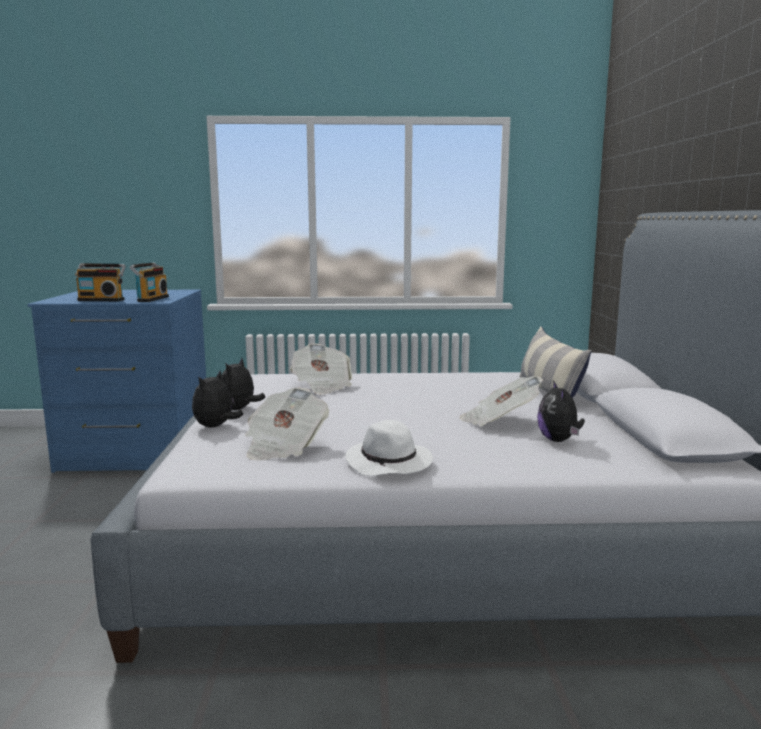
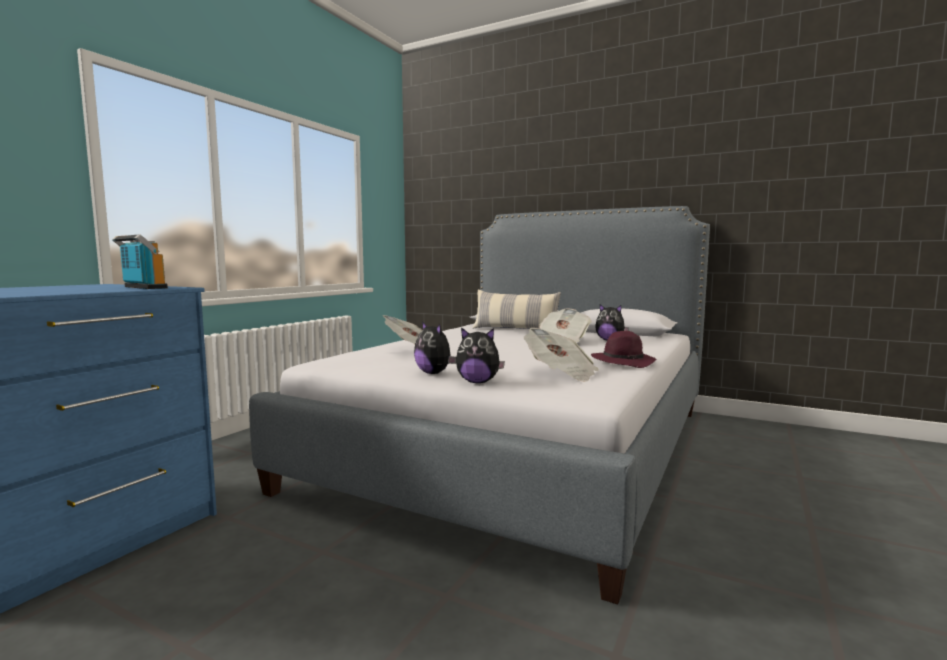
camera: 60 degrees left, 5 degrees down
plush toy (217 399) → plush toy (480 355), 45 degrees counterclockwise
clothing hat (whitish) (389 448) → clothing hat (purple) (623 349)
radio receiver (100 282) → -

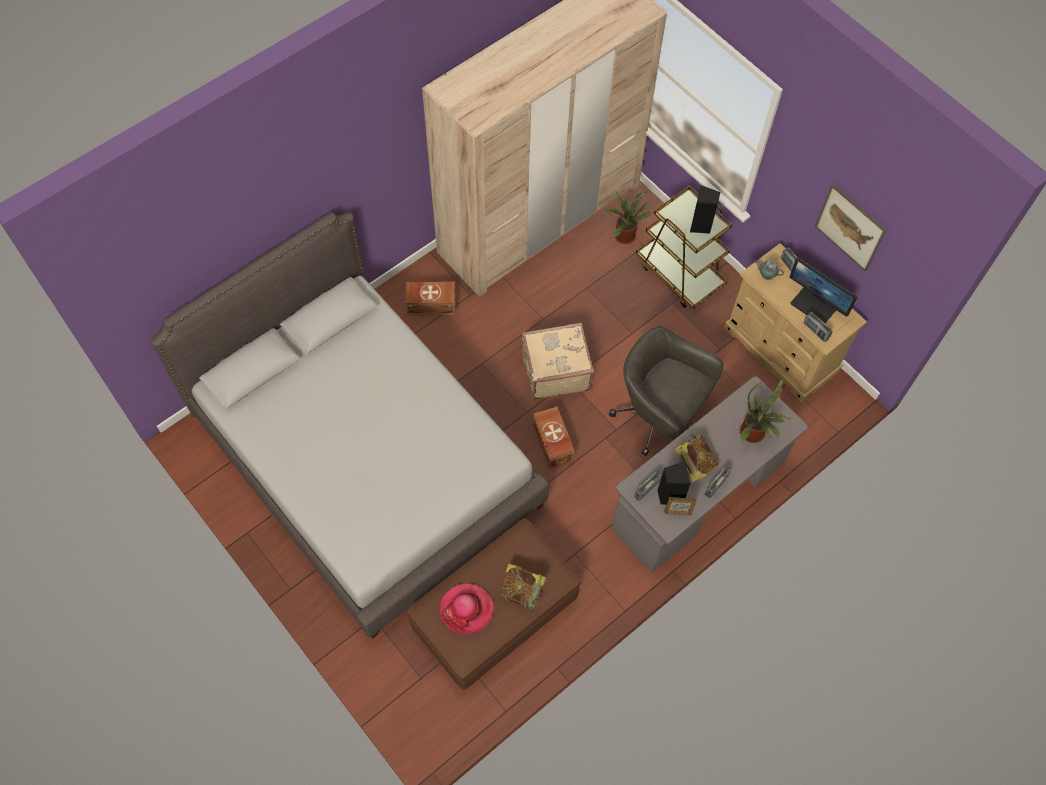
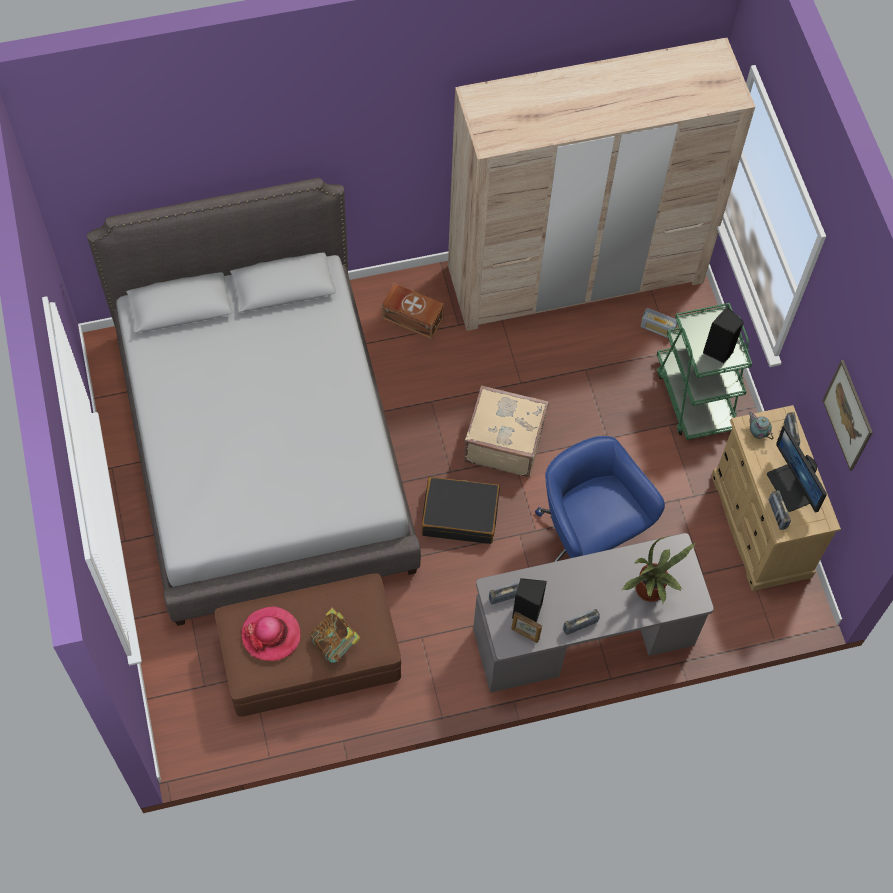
camera: 25 degrees right, 0 degrees up
storage container (brown) (554 438) → suitcase (blackish) (460 510)
computer chair (greyish) (666 391) → computer chair (blue) (600 499)
potted plant (627 215) → radio receiver (659 323)
cart (brown) (684 247) → cart (green) (704 371)
volume (696 458) → -

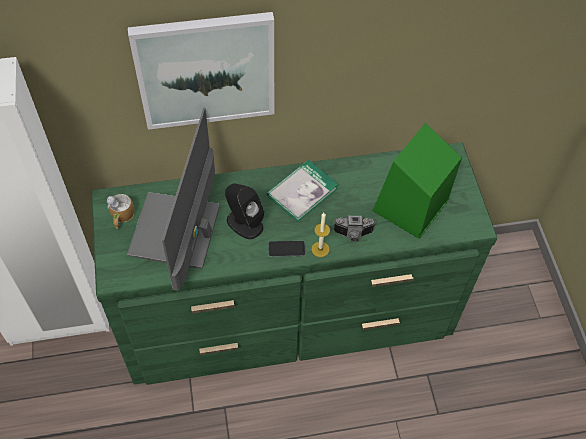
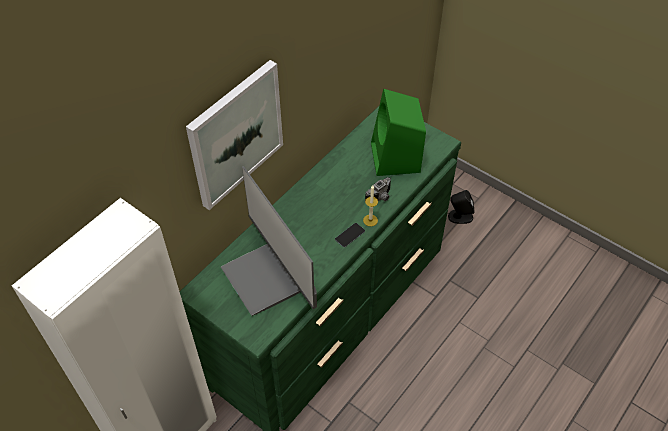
camera: 40 degrees left, 5 degrees down
speaker (blackish) (244 211) → speaker (blackish) (461 207), move
coffee mug (120 211) → -
volume (303 191) → -

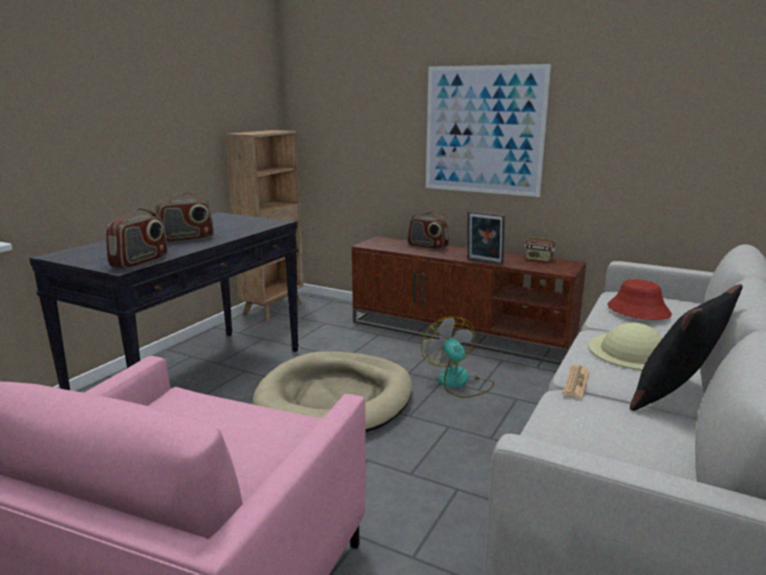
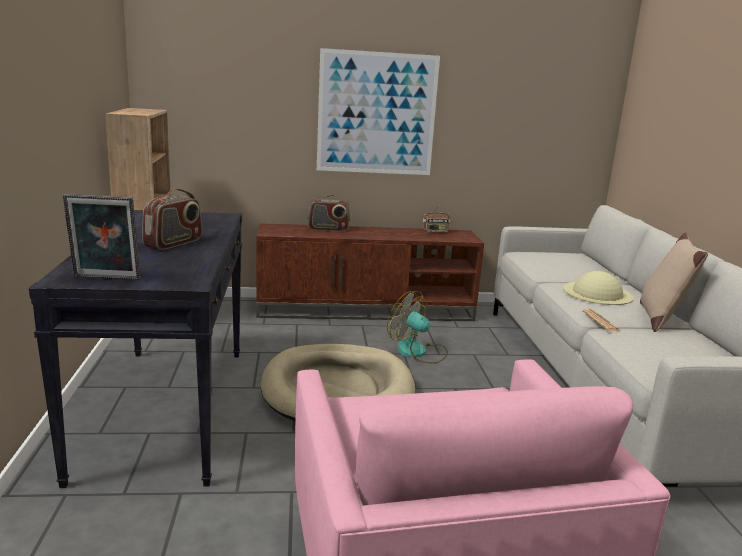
camera: 35 degrees left, 0 degrees up
photo frame (486 237) → photo frame (101 237), move
pillow (blackish) (686 347) → pillow (beige-coloured) (674 282)
radio receiver (137 238) → -
clothing hat (red-coloured) (639 299) → -

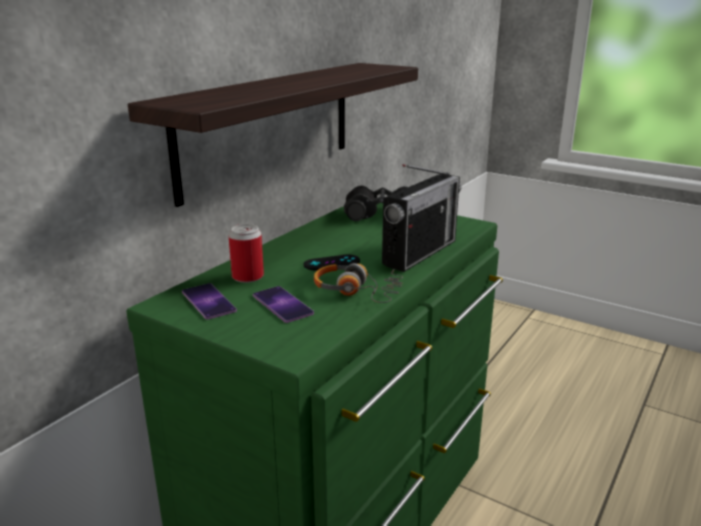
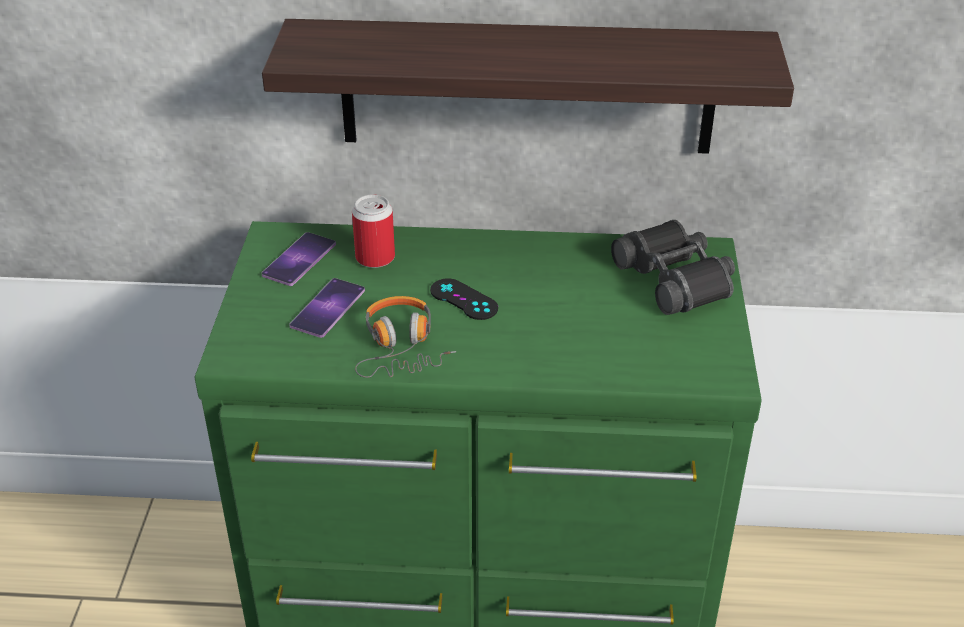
camera: 60 degrees right, 15 degrees up
radio receiver (422 218) → -

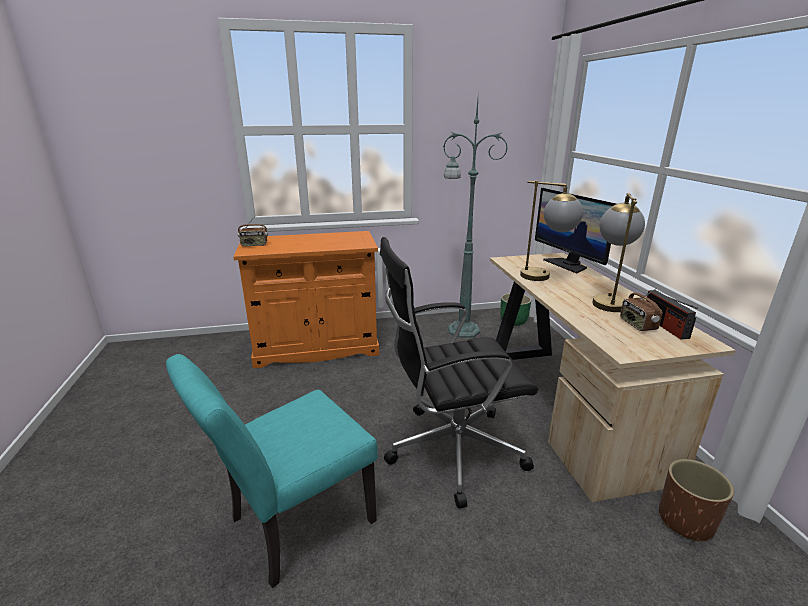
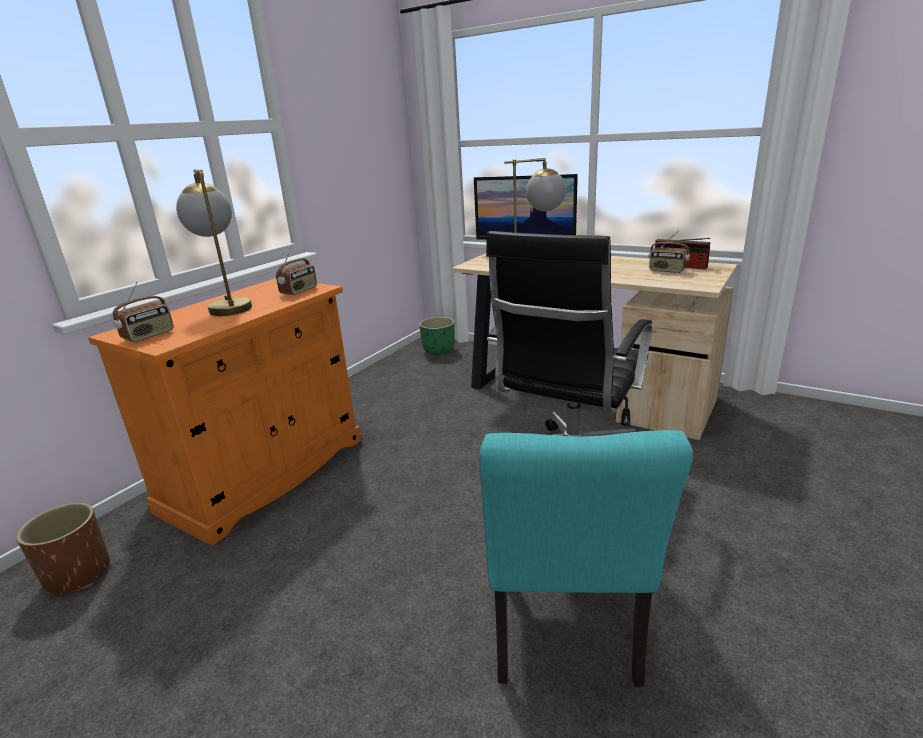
camera: 45 degrees left, 0 degrees up
planter (brown) (696 500) → planter (brown) (63 548), move
lamp for a table (618 252) → lamp for a table (214 242), move
- → radio receiver (296 270)
standing lamp (green) (475 218) → -

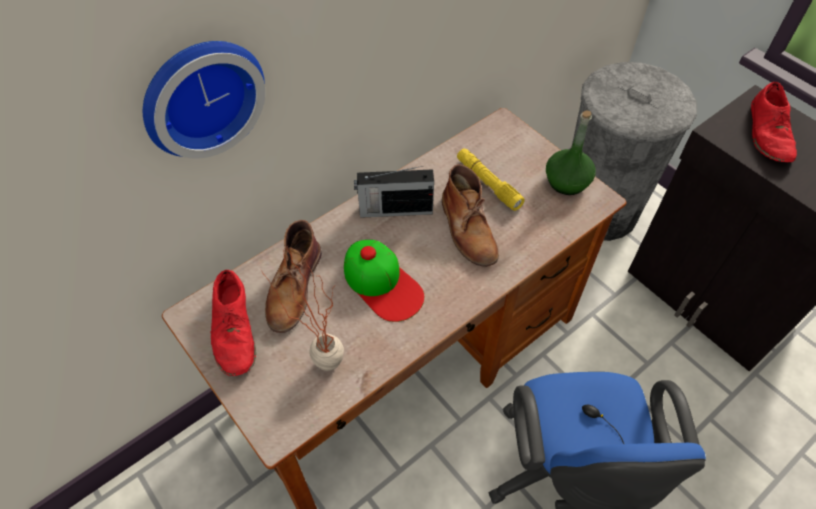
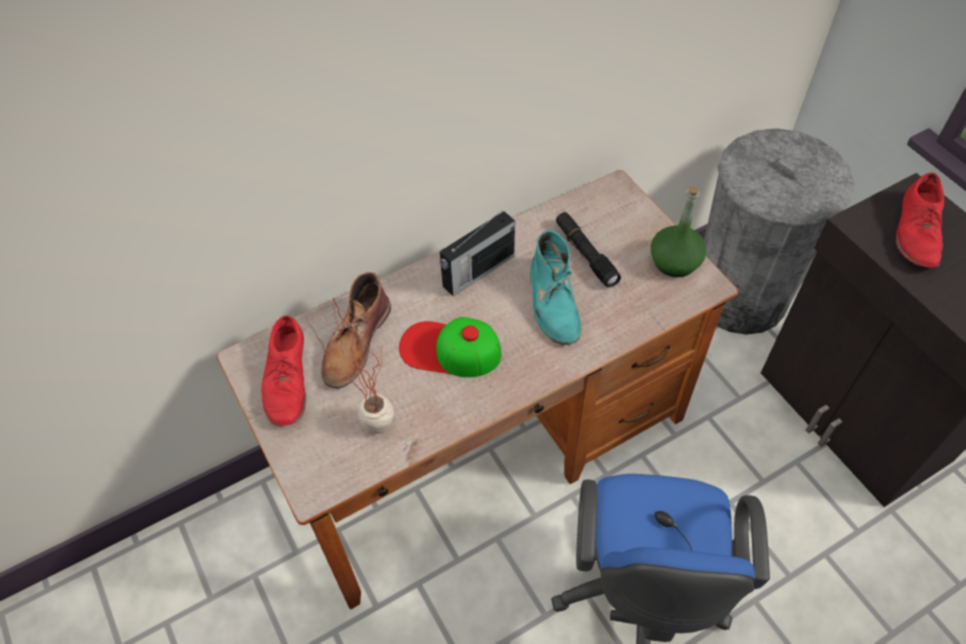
camera: 10 degrees right, 0 degrees up
peaked cap (384 281) → peaked cap (450 347), 135 degrees clockwise
radio receiver (394 192) → radio receiver (477 253), 45 degrees counterclockwise
boot (brown) (470 215) → boot (blue-green) (555 287)
flashlight (yellowish) (491 179) → flashlight (blackish) (588 250)
hanging clock (204 100) → -

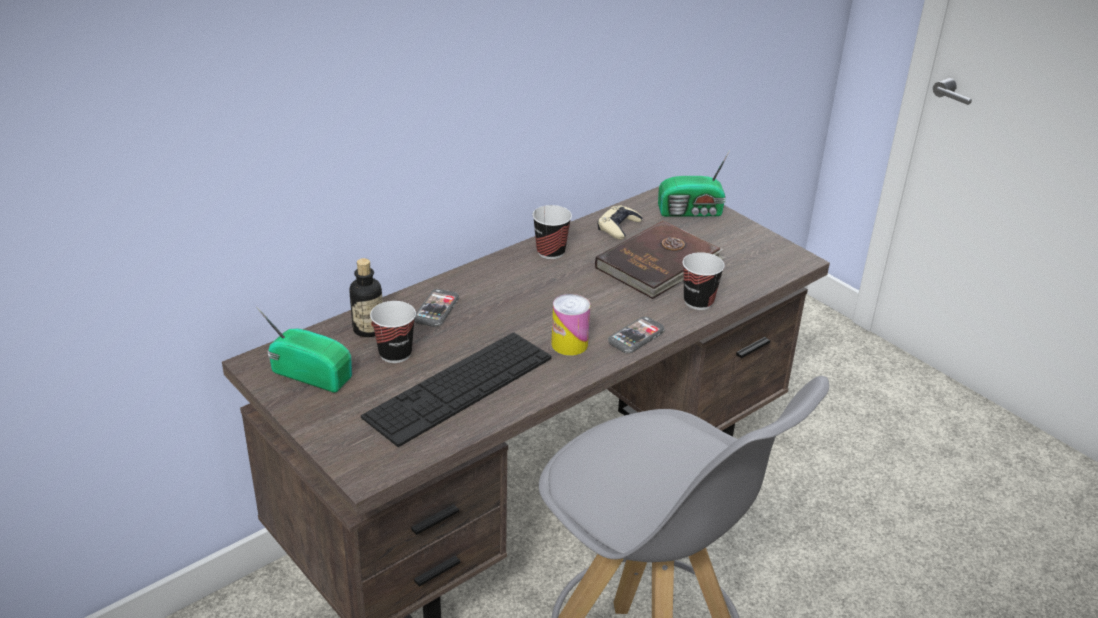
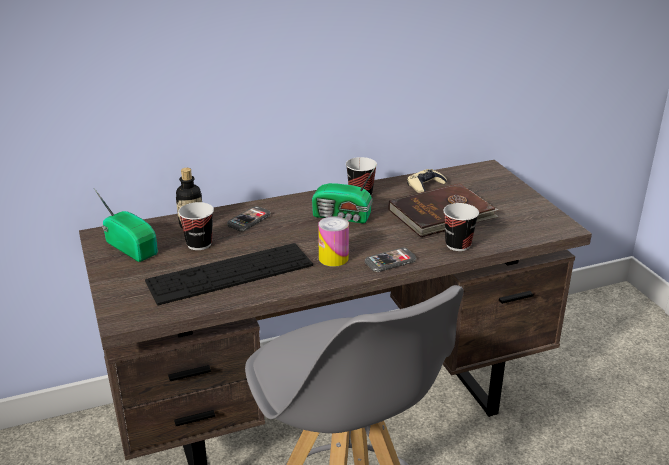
camera: 20 degrees right, 5 degrees down
radio receiver (694 183) → radio receiver (344 194), move

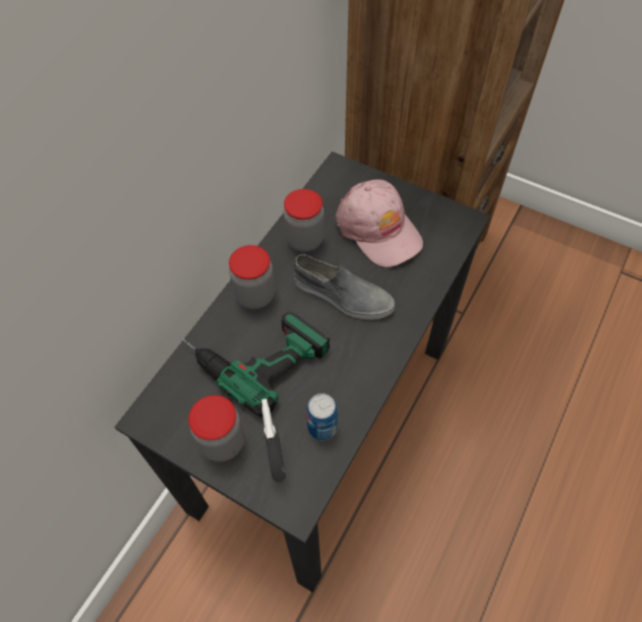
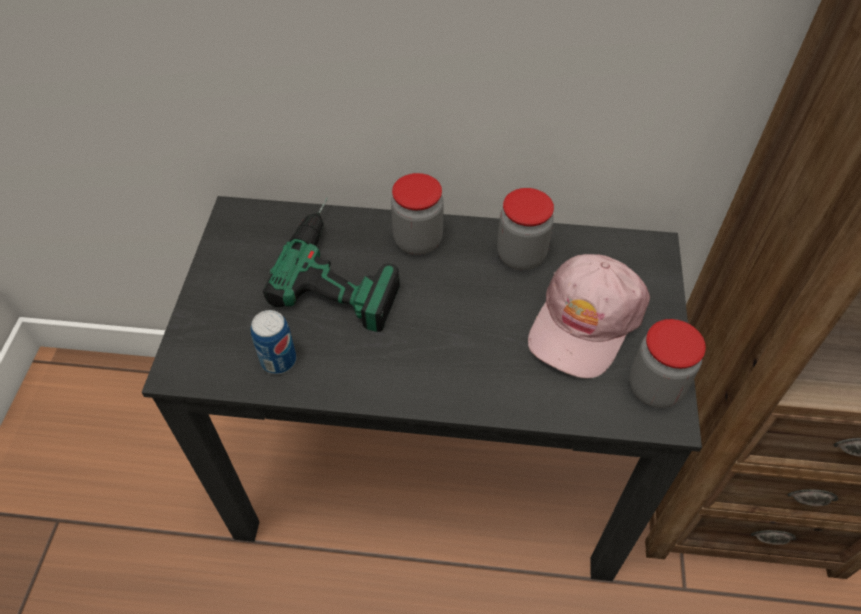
camera: 65 degrees right, 5 degrees down
storage jar (216 428) → storage jar (667 363), move
hand sprayer (greyish) (274 440) → -
low shoe (greyish) (344 287) → -

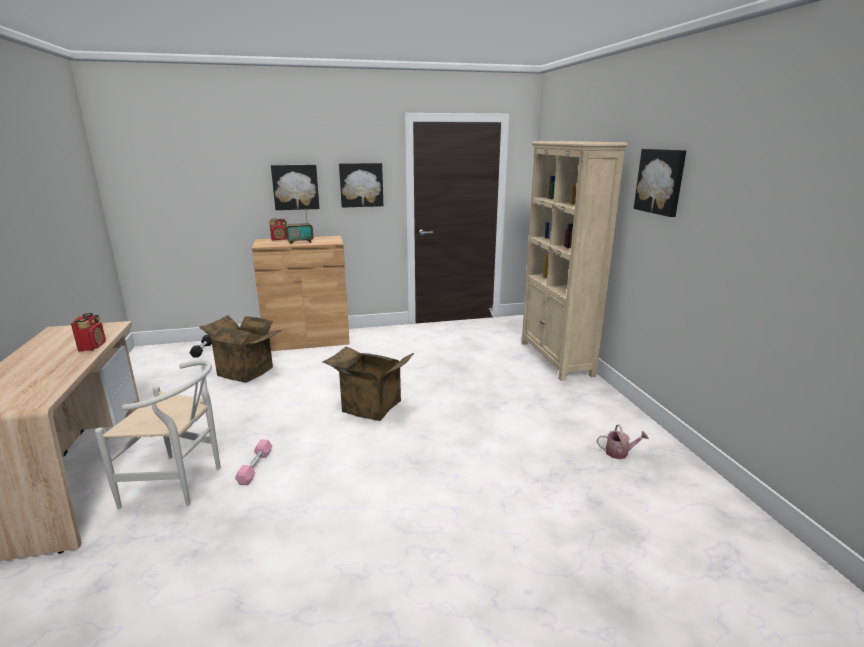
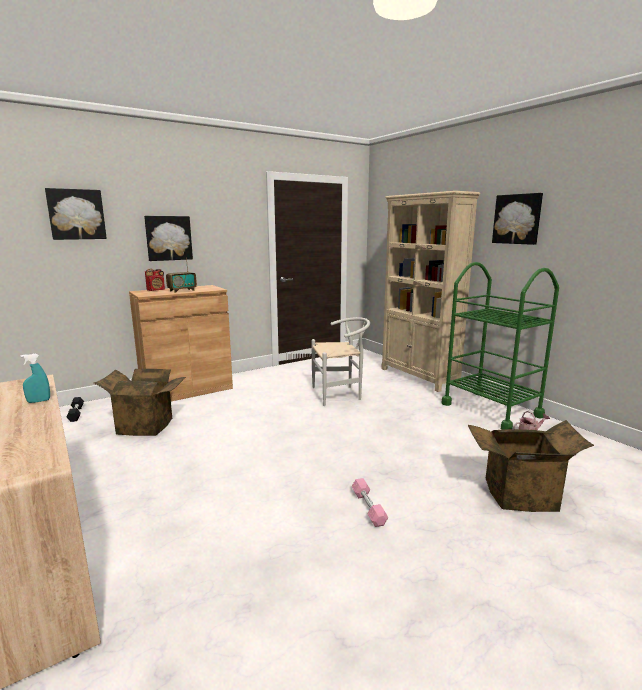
camera: 20 degrees left, 5 degrees down
radio receiver (88 332) → hand sprayer (blue-green) (35 378)
wall art (361 185) → wall art (76 214), move
plain chair (whitish) (158 434) → plain chair (whitish) (340 361), move
dumbbell (pinkish) (254 462) → dumbbell (pinkish) (370 502), move
- → cart (green) (500 346)
carton (368 384) → carton (531 466), move

